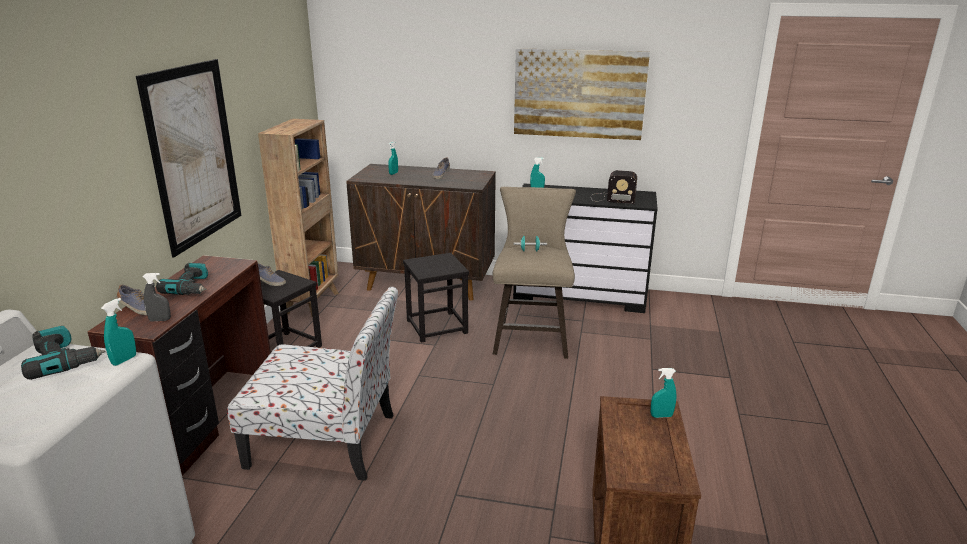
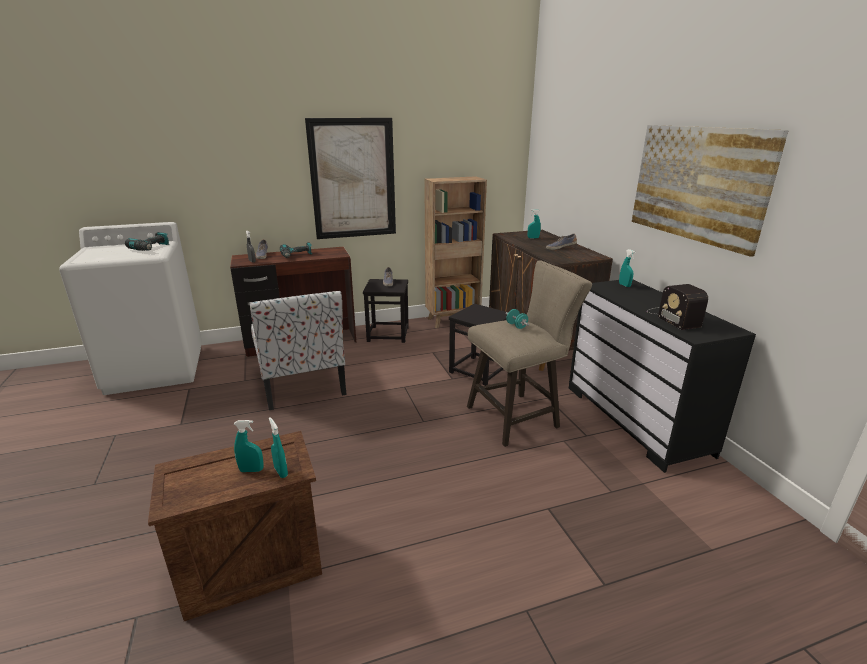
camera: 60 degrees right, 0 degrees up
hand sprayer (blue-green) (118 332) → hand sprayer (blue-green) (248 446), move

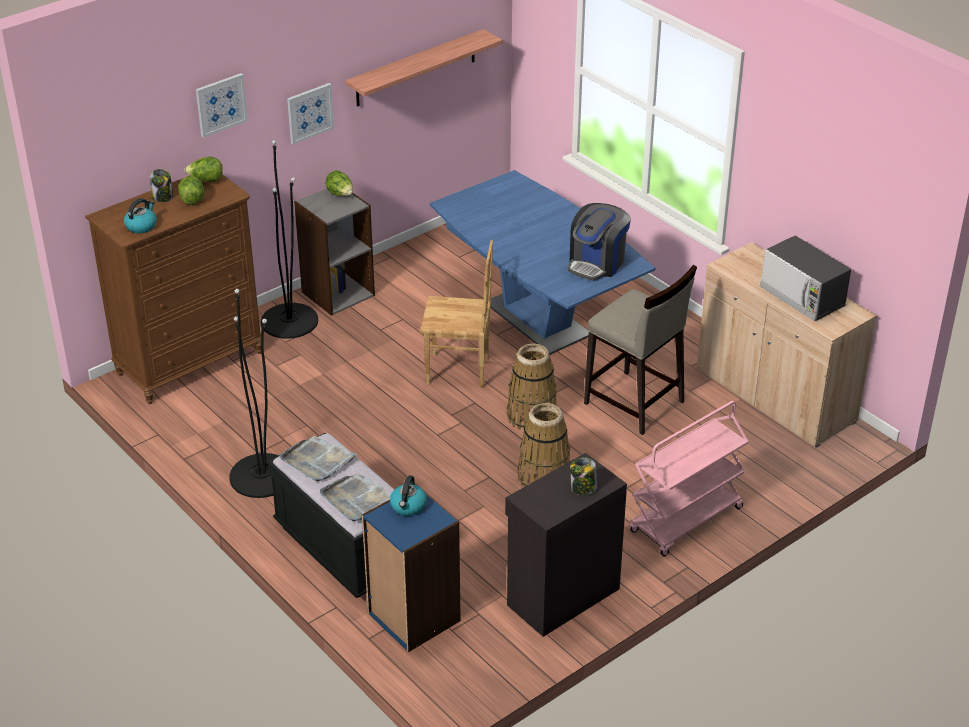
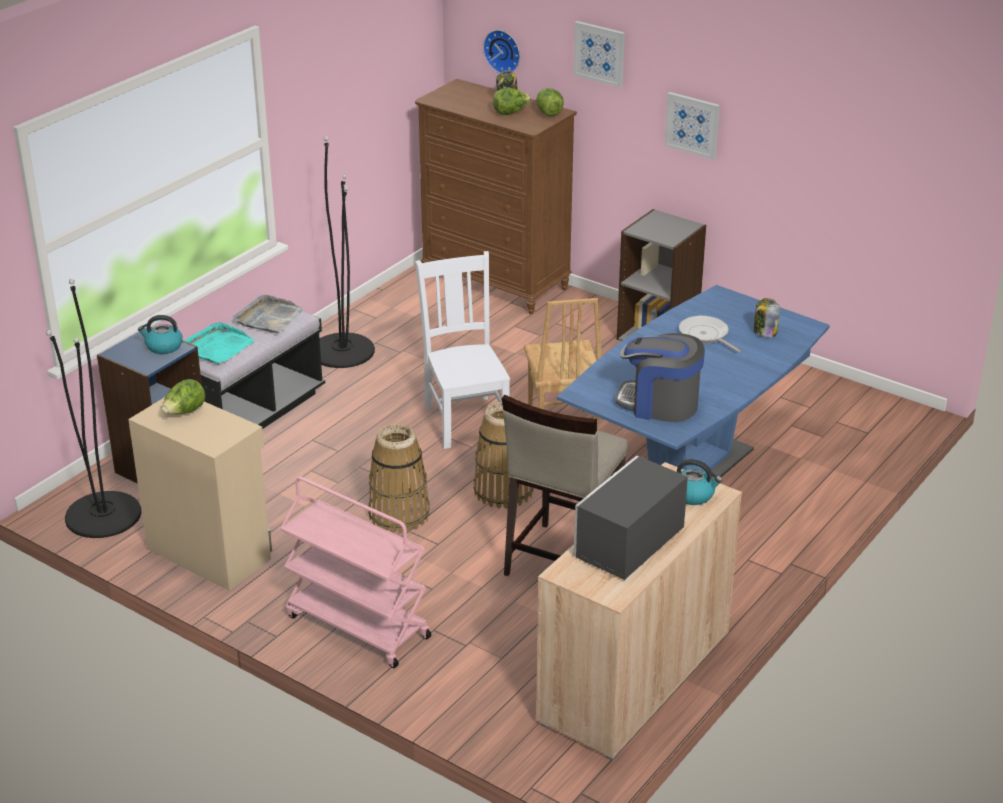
camera: 75 degrees right, 5 degrees down
standing lamp (blackish) (289 239) → standing lamp (blackish) (93 408), move
cabinet (blackish) (566 545) → cabinet (beige-coloured) (200 494)
head of lettuce (339 183) → head of lettuce (183 396), move
tray (greyish) (355 497) → tray (blue-green) (219 343)
- → plain chair (whitish) (462 350)
- → hanging clock (501 51)
water kettle (140 215) → water kettle (699 482), move
- → frying pan (710 333)
storage jar (583 476) → storage jar (766 317), move
bracket shelf (424 68) → -

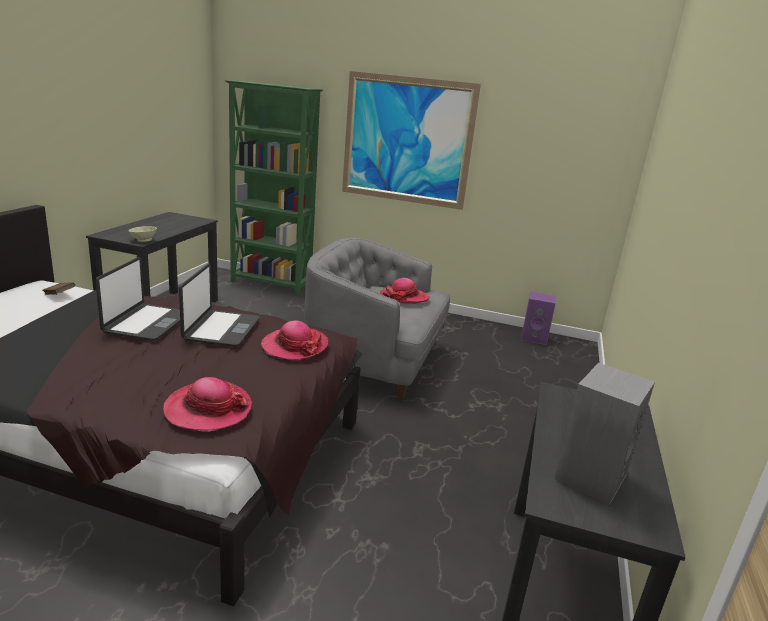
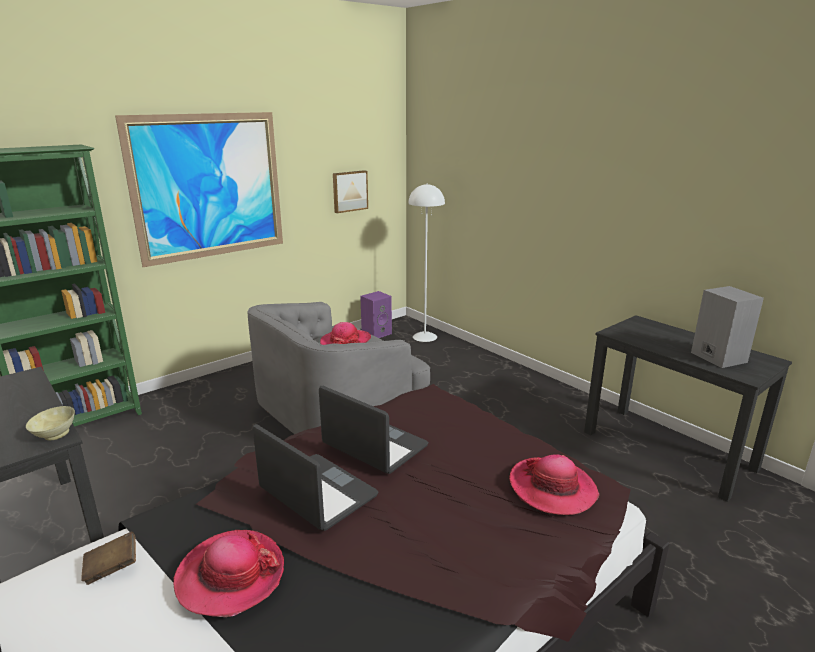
camera: 55 degrees left, 0 degrees up
clothing hat (294 340) → clothing hat (228 573), move
- → wall art (350 191)
- → standing lamp (whitish) (426 262)

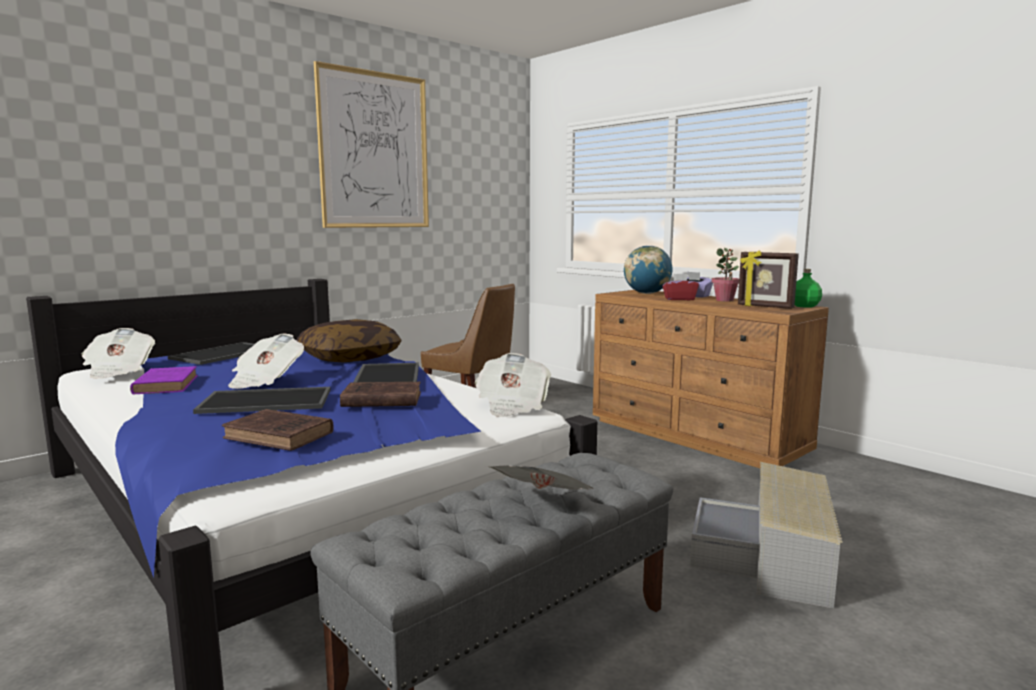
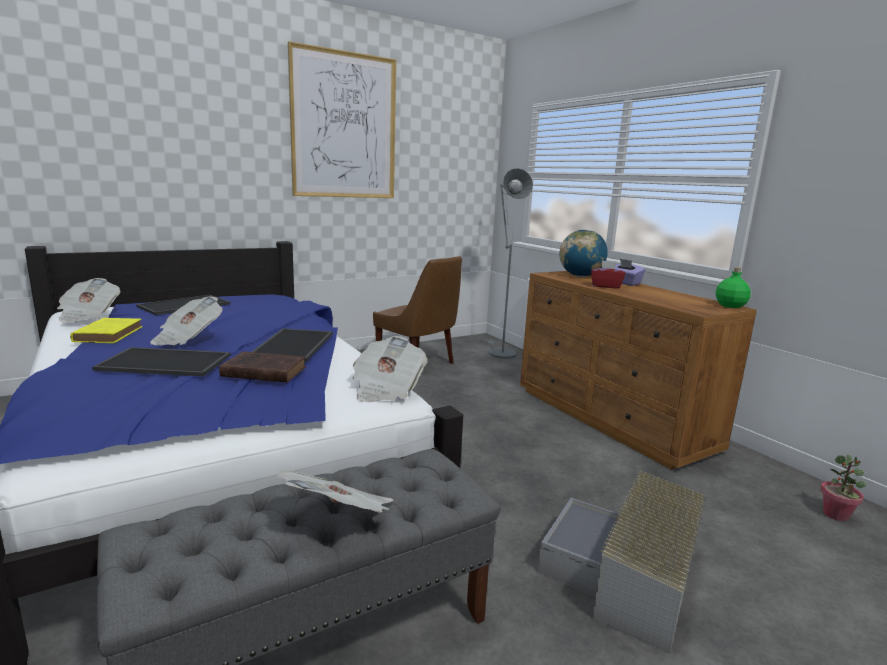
camera: 10 degrees right, 5 degrees up
volume (purple) (164 380) → volume (yellowish) (106 330)
- → standing lamp (greyish) (508 263)
potted plant (725 275) → potted plant (843 487), move
volume (brown) (277 430) → -
pillow (349 340) → -
photo frame (768 279) → -

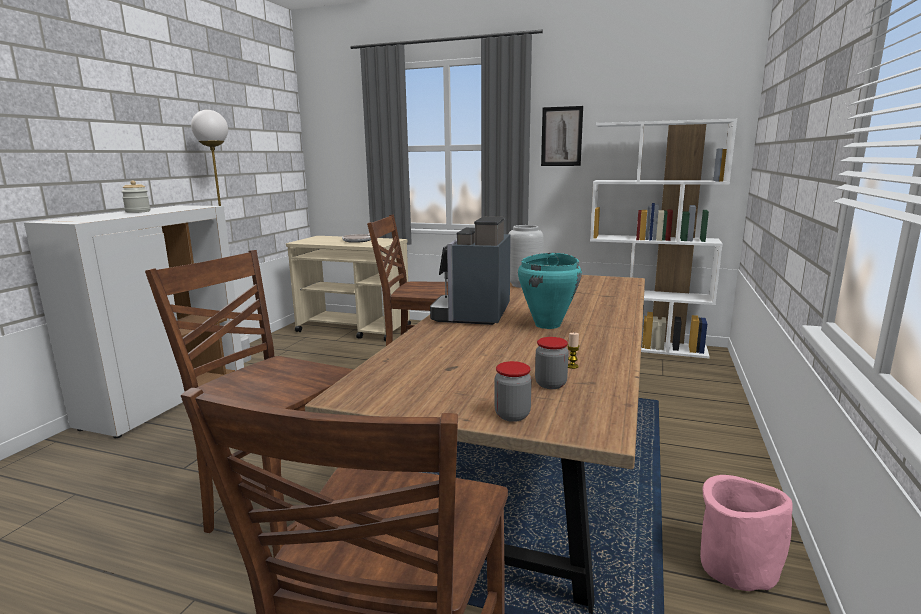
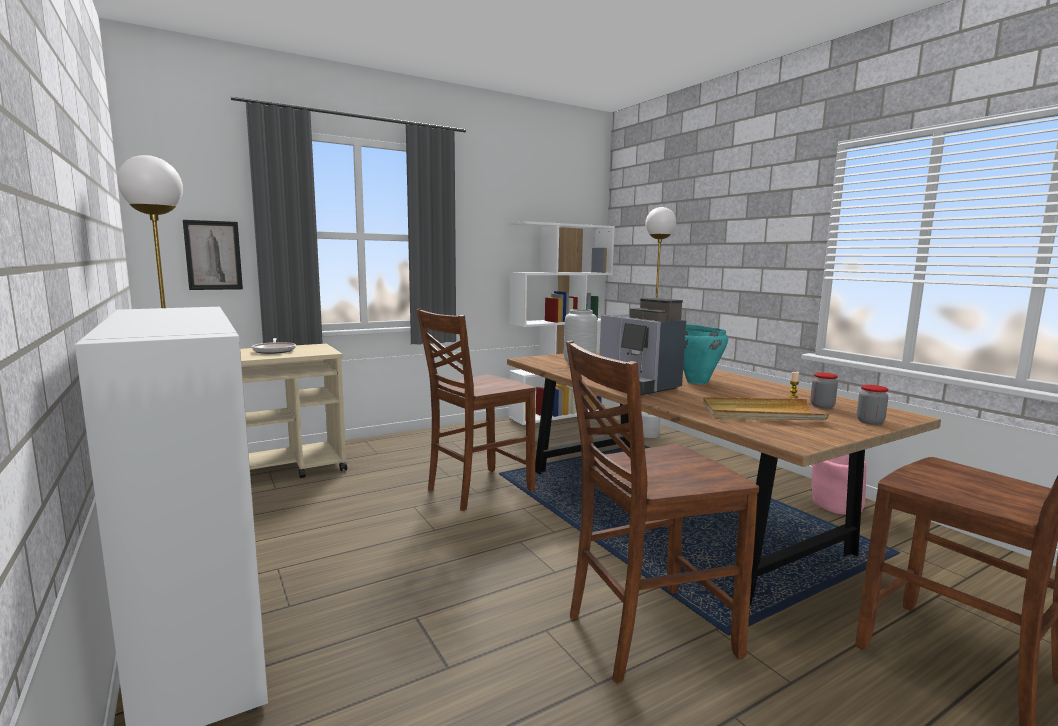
camera: 50 degrees left, 5 degrees down
wall art (562 136) → wall art (213 255), move
- → standing lamp (whitish) (658 322)
- → tray (beige-coloured) (766 408)
storage jar (135 197) → -

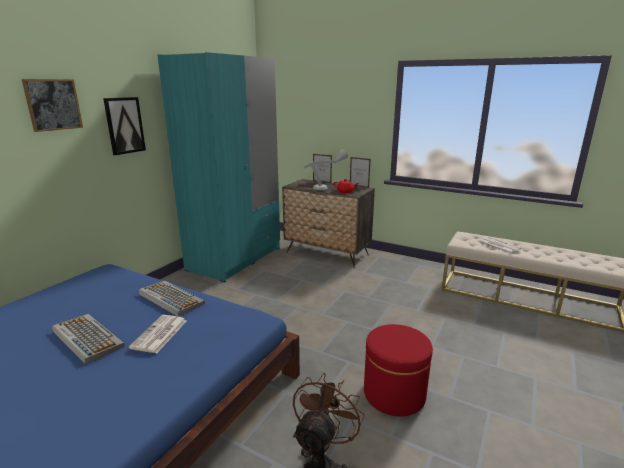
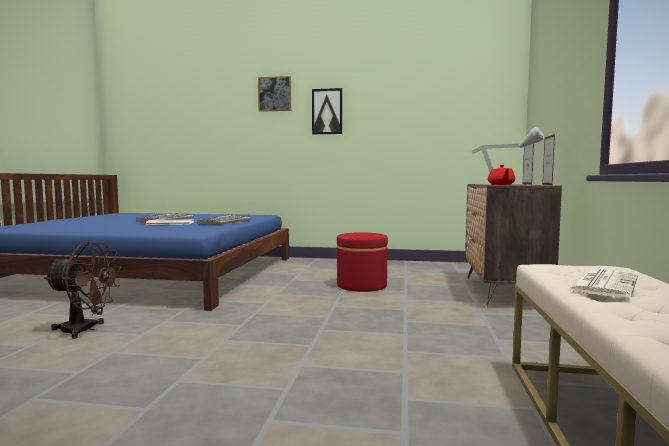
camera: 70 degrees right, 15 degrees down
pouffe (red-coloured) (398 370) → pouffe (red-coloured) (362 262), move
clothes cupboard (blue-green) (218 167) → -

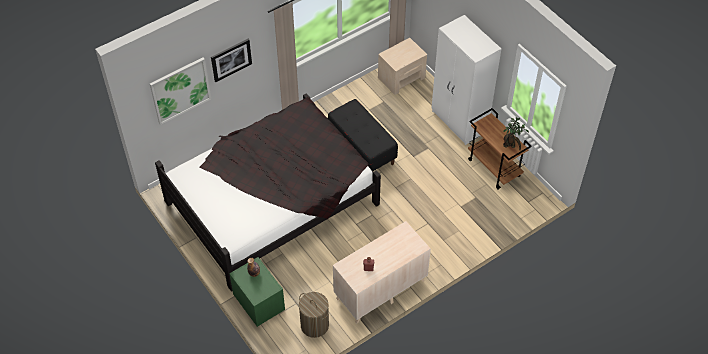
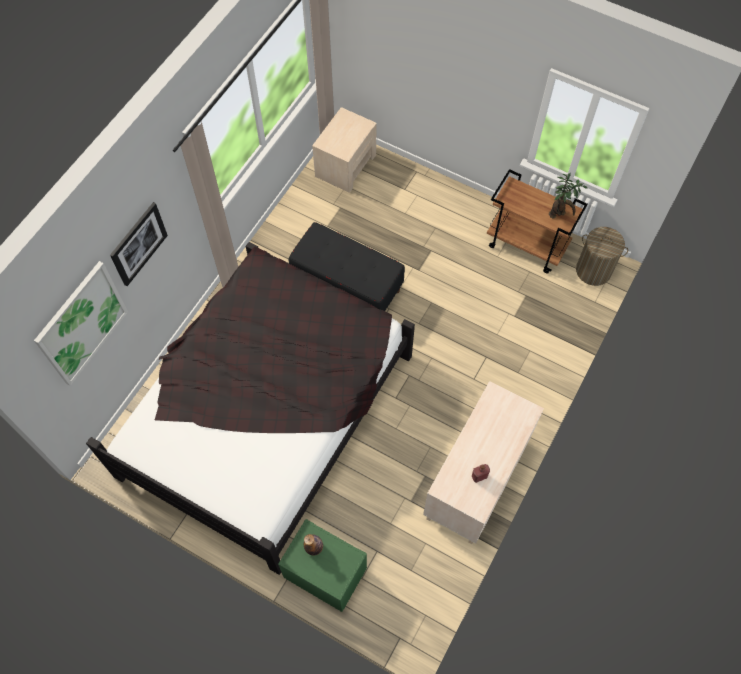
camera: 25 degrees left, 10 degrees up
hamper (314 315) → hamper (602 256), move
clothes cupboard (whitish) (466 80) → -

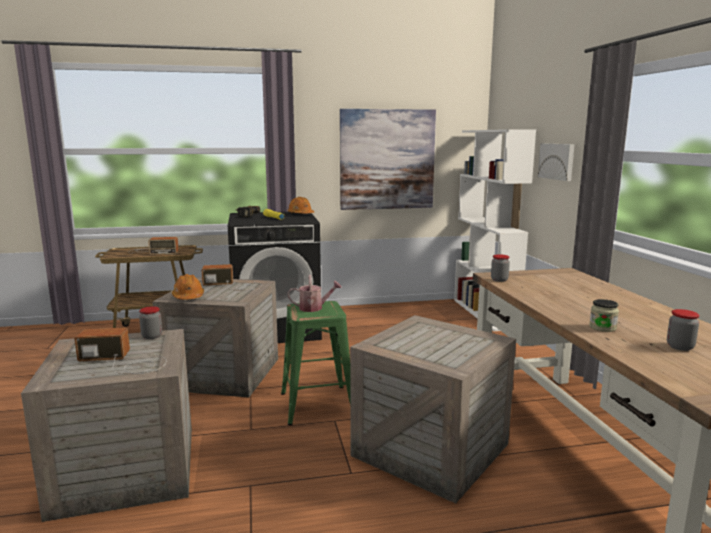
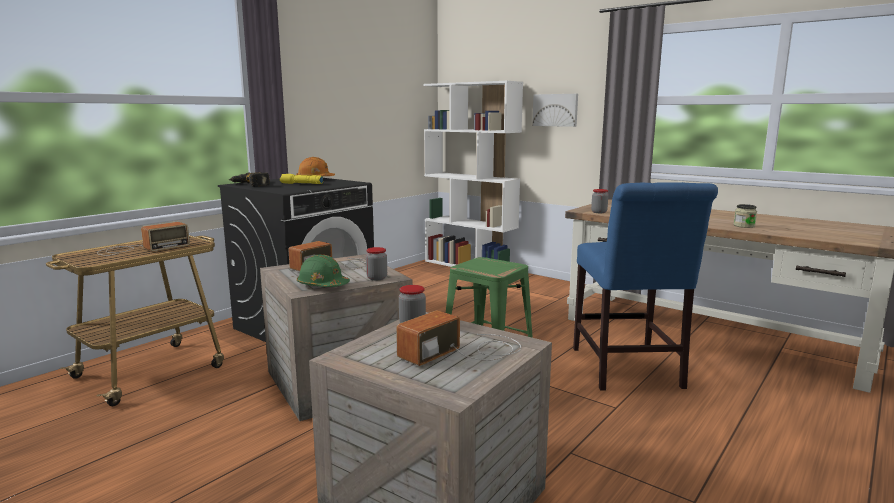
camera: 40 degrees left, 0 degrees up
work helmet (orangey) (188 287) → work helmet (green) (323 271)
storage jar (683 330) → storage jar (376 263), move
packing crate (433 409) → plain chair (blue) (645 286)
sprinkling can (315 293) → -
wall art (388 159) → -

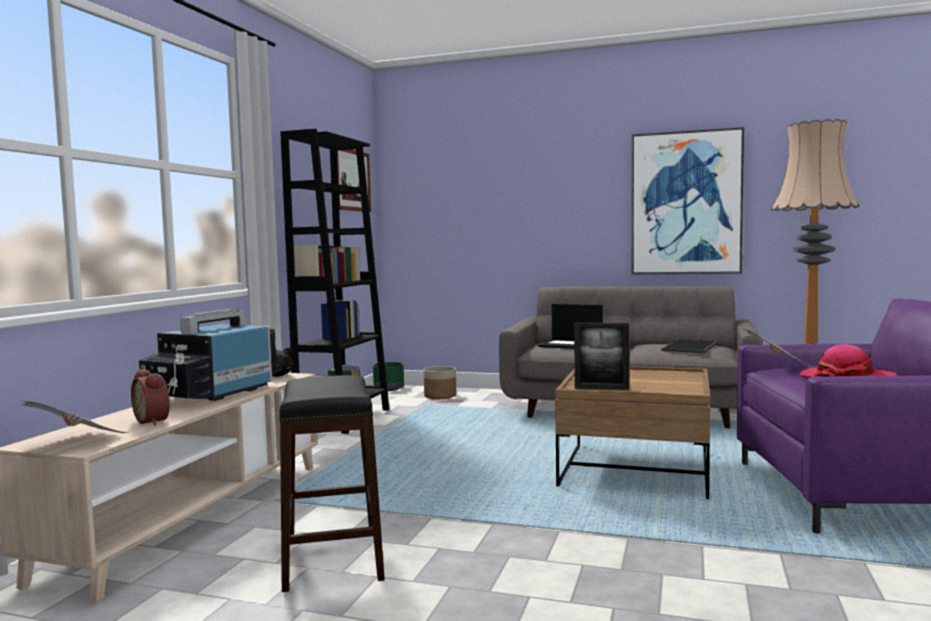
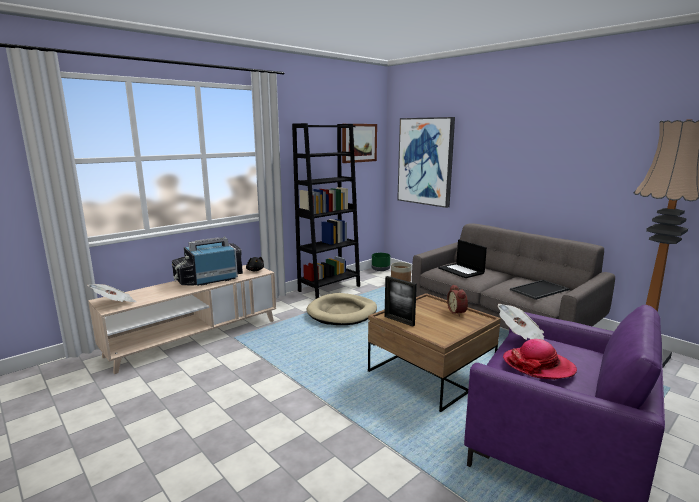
camera: 30 degrees right, 10 degrees up
- → pet bed (beige-coloured) (341 309)
wall art (688 200) → wall art (426 162), move
bedside clock (150 397) → bedside clock (457 300), move
stool (blackish) (332 483) → -

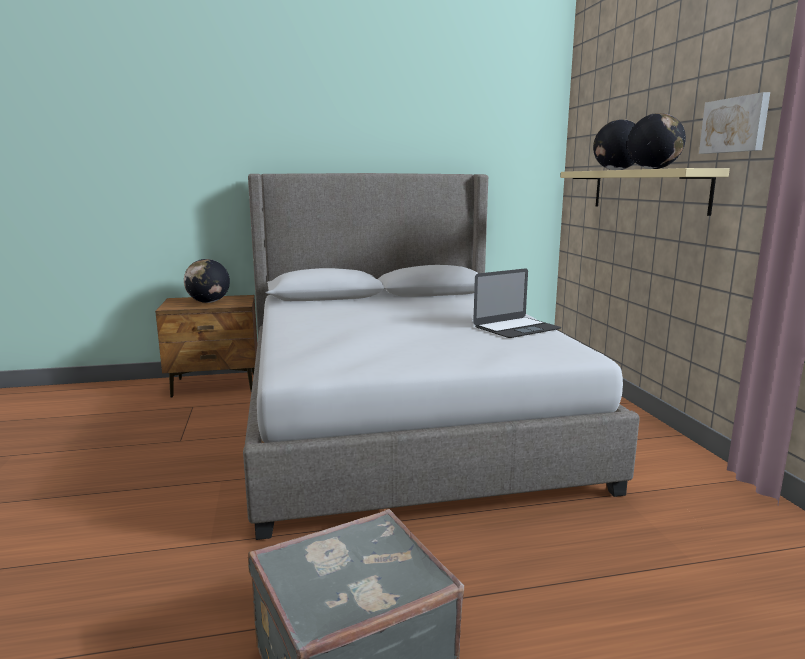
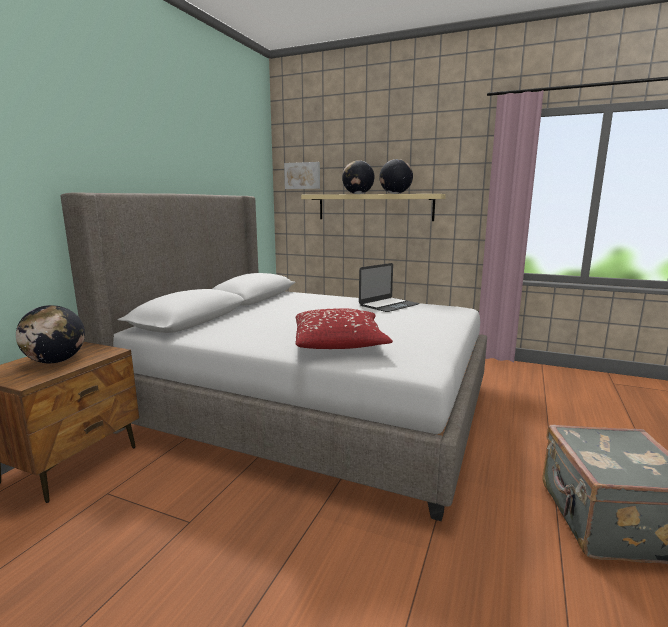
camera: 55 degrees left, 0 degrees up
wall art (734 123) → wall art (302 175), move
- → pillow (red-coloured) (344 328)
portable computer (517 303) → portable computer (389 287), 45 degrees clockwise

